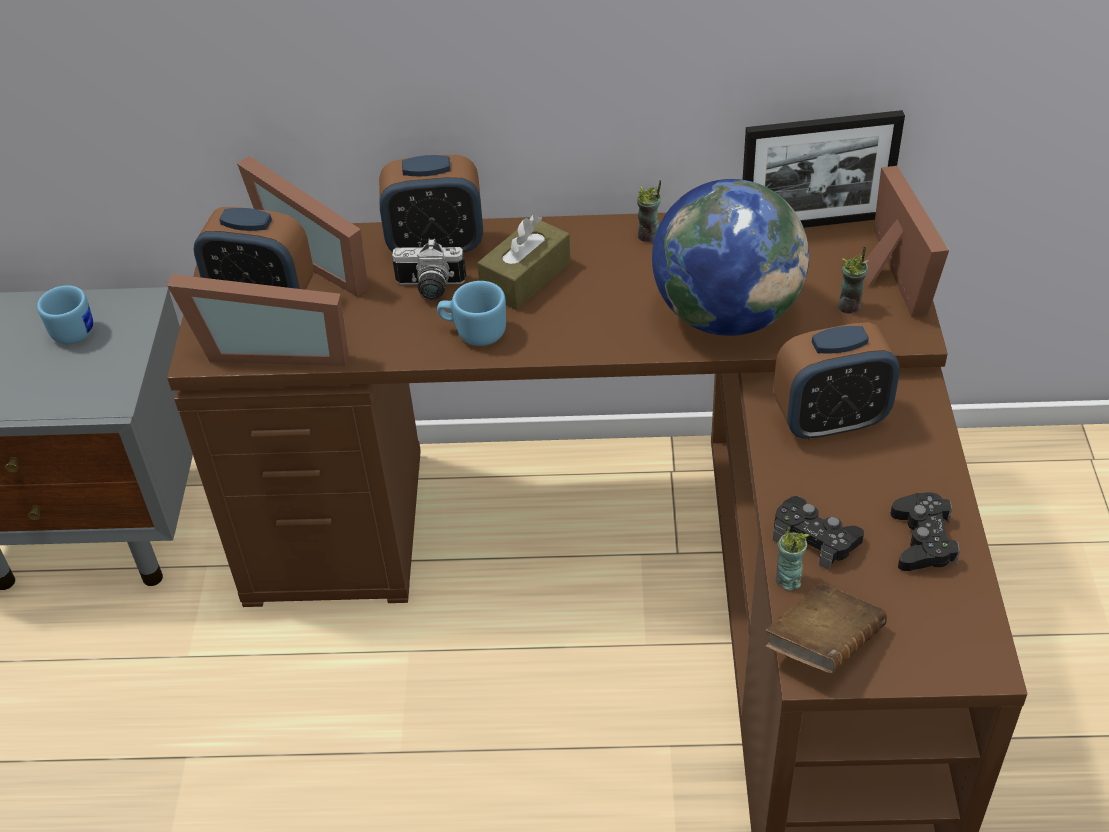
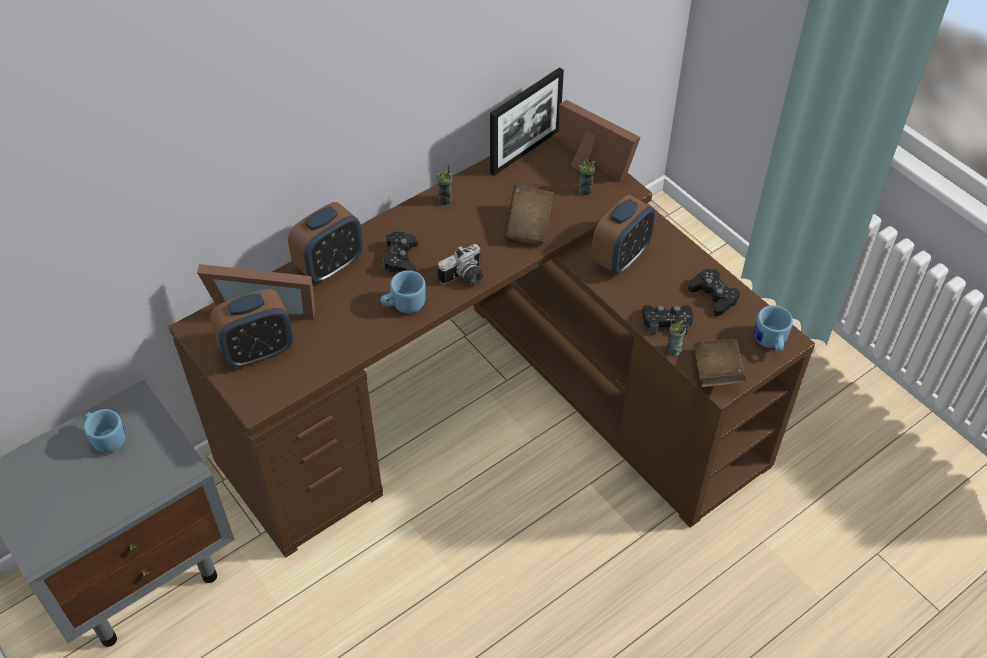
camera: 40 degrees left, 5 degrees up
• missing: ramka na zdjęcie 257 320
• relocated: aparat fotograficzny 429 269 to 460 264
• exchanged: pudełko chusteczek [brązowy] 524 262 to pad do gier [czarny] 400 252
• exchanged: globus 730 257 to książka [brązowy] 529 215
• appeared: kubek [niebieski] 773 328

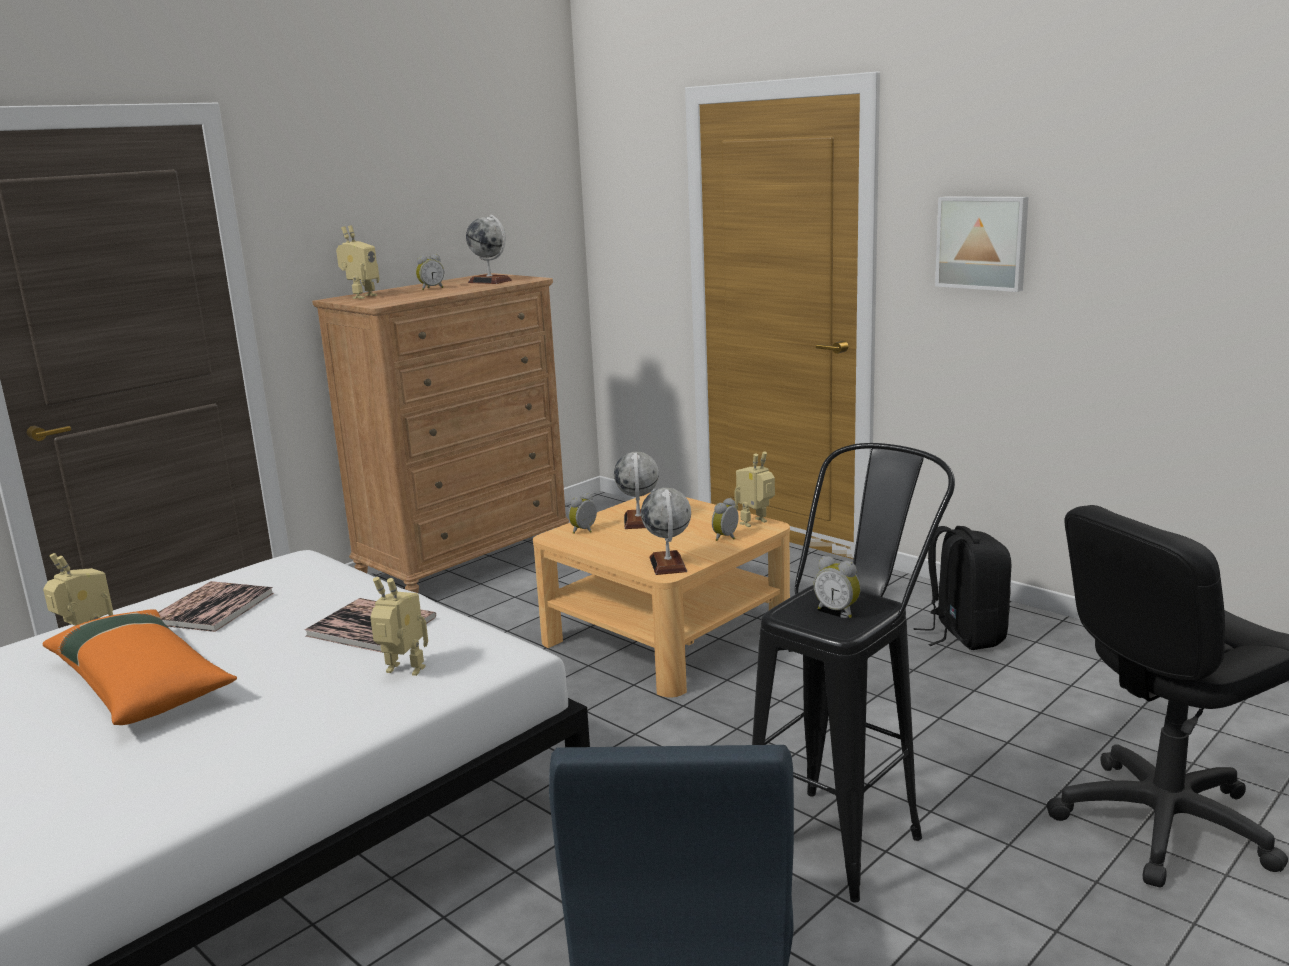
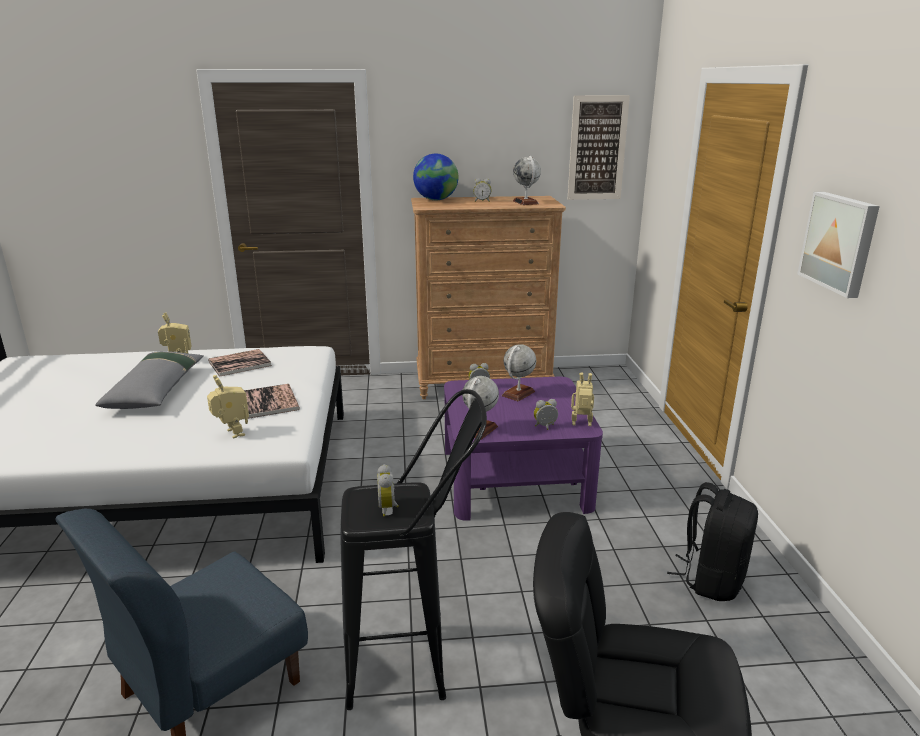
camera: 40 degrees right, 5 degrees up
• colour: poduszka [pomarańczowy] 139 667 to poduszka [szary] 149 380
• exchanged: robot zabawkowy 357 262 to globus 435 176
• colour: ława [beżowy] 661 595 to ława [fioletowy] 523 449
• appeared: obraz 599 147

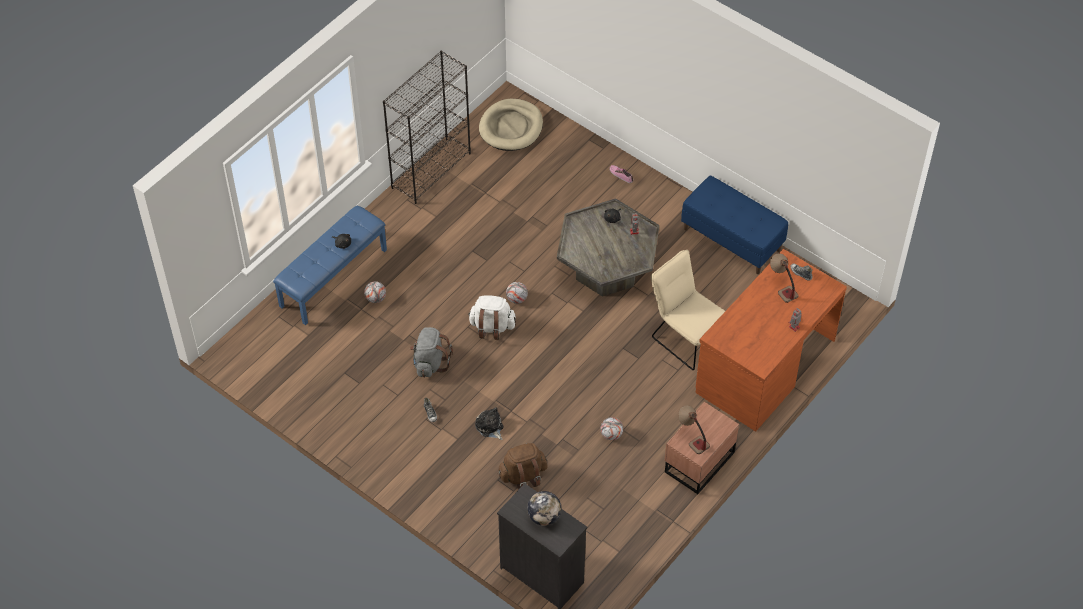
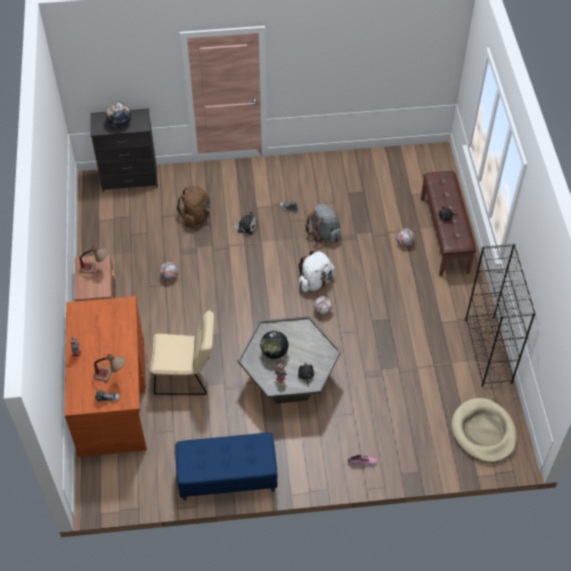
camera: 135 degrees right, 0 degrees up
• colour: ławka [niebieski] 330 265 to ławka [brązowy] 448 223
• appeared: globus 274 345

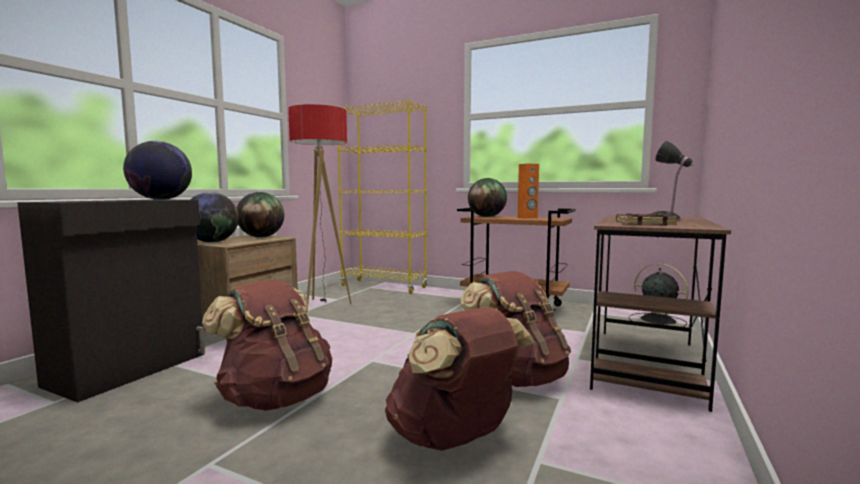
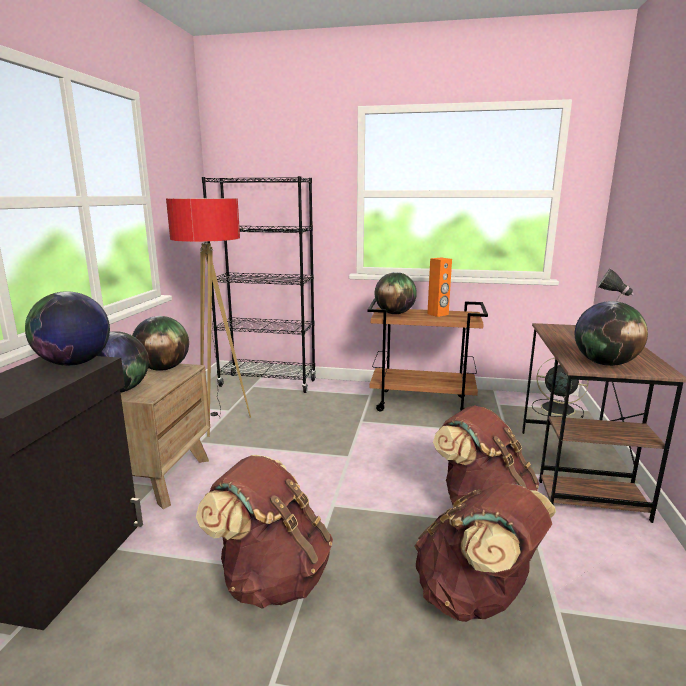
camera: 15 degrees left, 10 degrees up
• colour: regał [żółty] 382 196 to regał [czarny] 259 284
• exchanged: książka [brązowy] 646 219 to globus 611 333

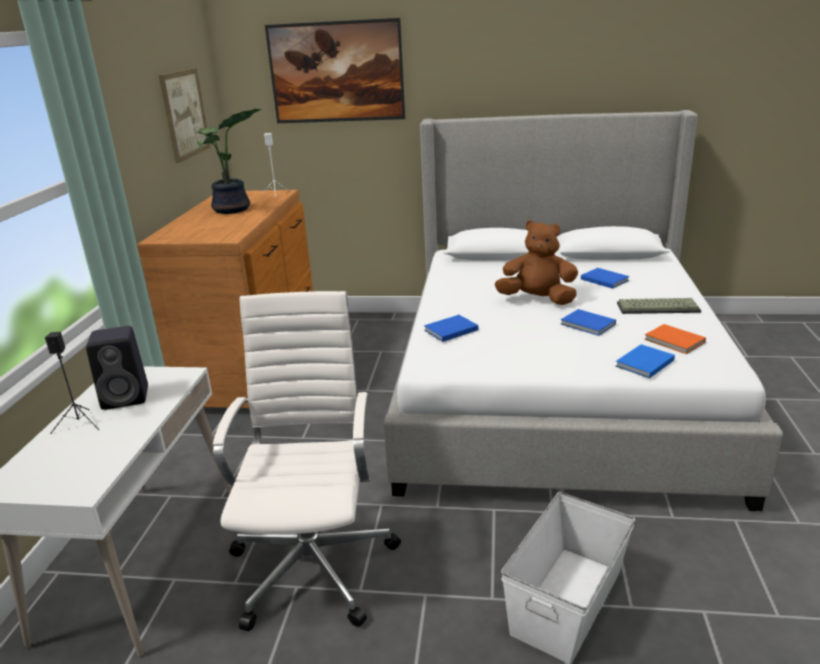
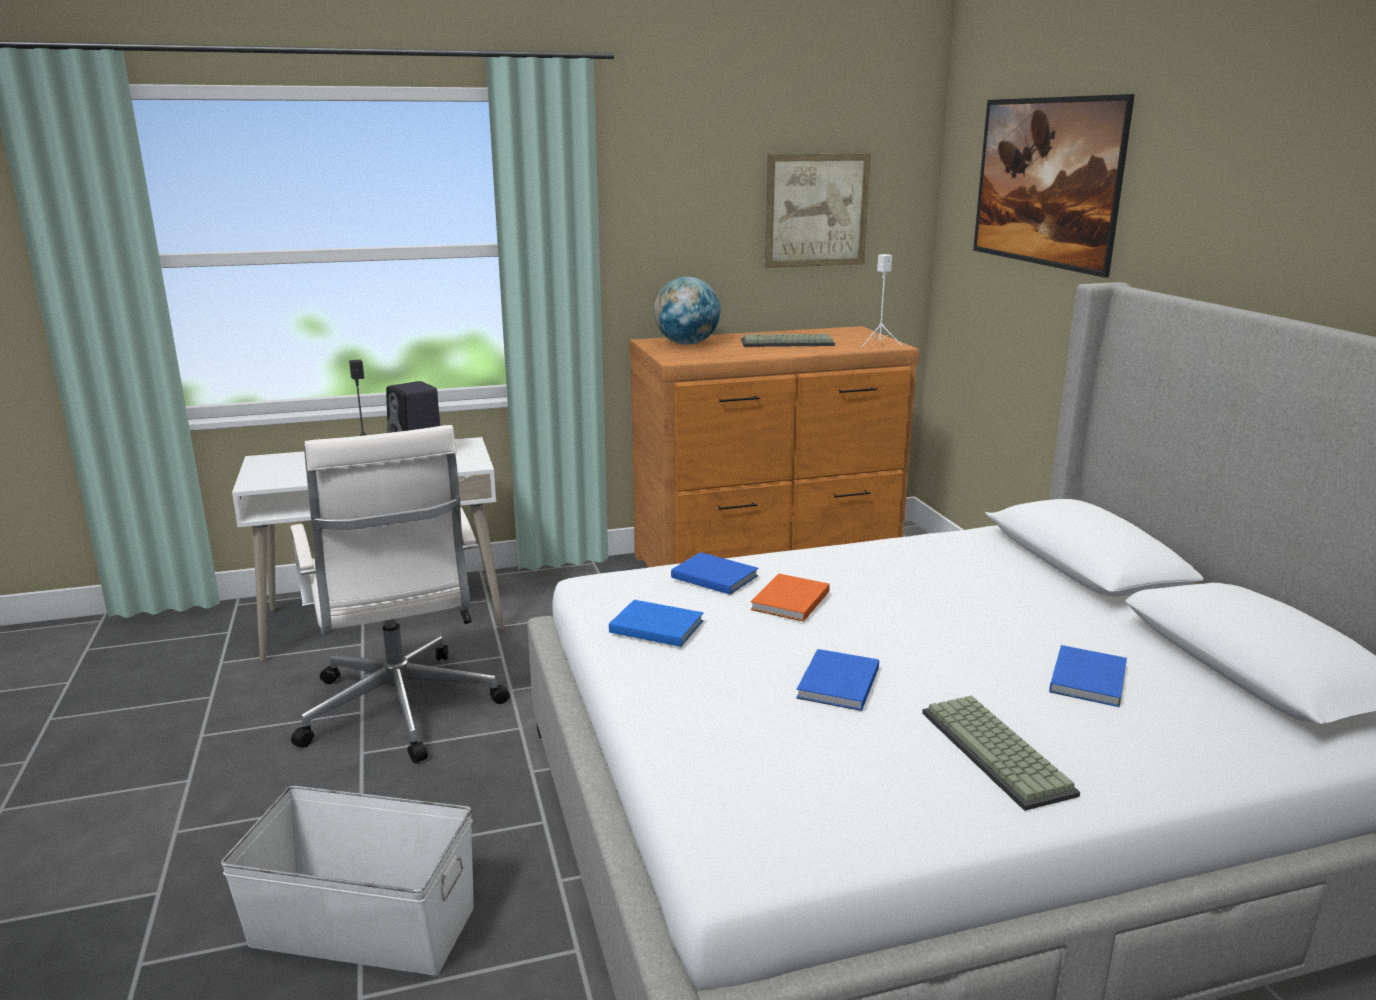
camera: 65 degrees right, 5 degrees down
• exchanged: roślina doniczkowa 228 161 to klawiatura 788 340
• spun: krzesło biurowe [biały] 307 461 = 400 594 90 degrees clockwise
• missing: pluszak [brązowy] 536 262
• relocated: książka [niebieski] 645 361 to 656 623
• relocated: książka [pomarańczowy] 675 339 to 790 598
• appeared: globus 687 311

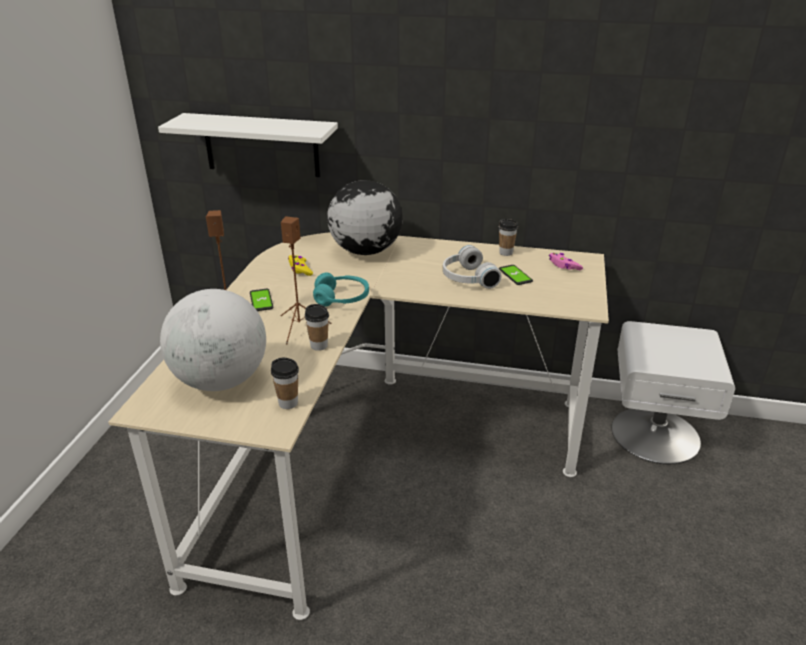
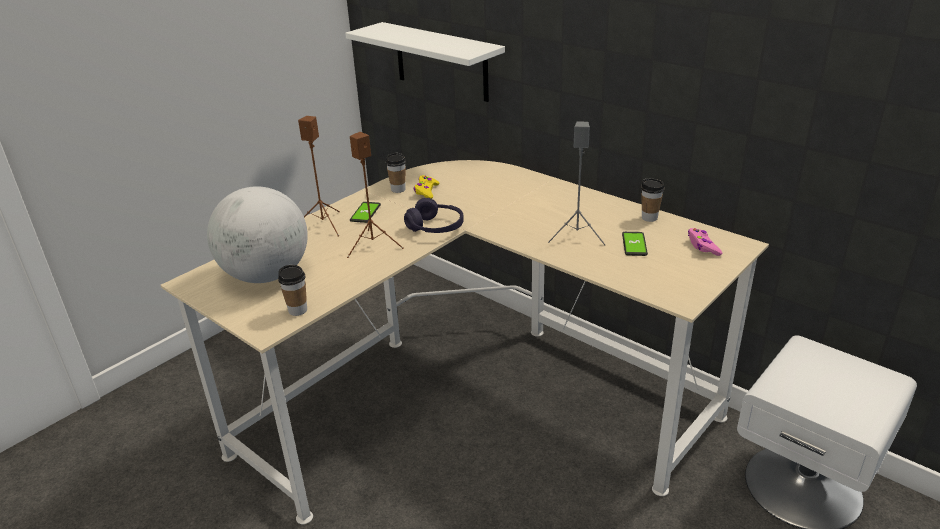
camera: 30 degrees right, 0 degrees up
• relocated: filiżanka 317 327 to 396 173
• colour: słuchawki [turkusowy] 341 289 to słuchawki [fioletowy] 434 215
• missing: globus 365 217
• exchanged: słuchawki [biały] 472 267 to głośnik [szary] 577 183

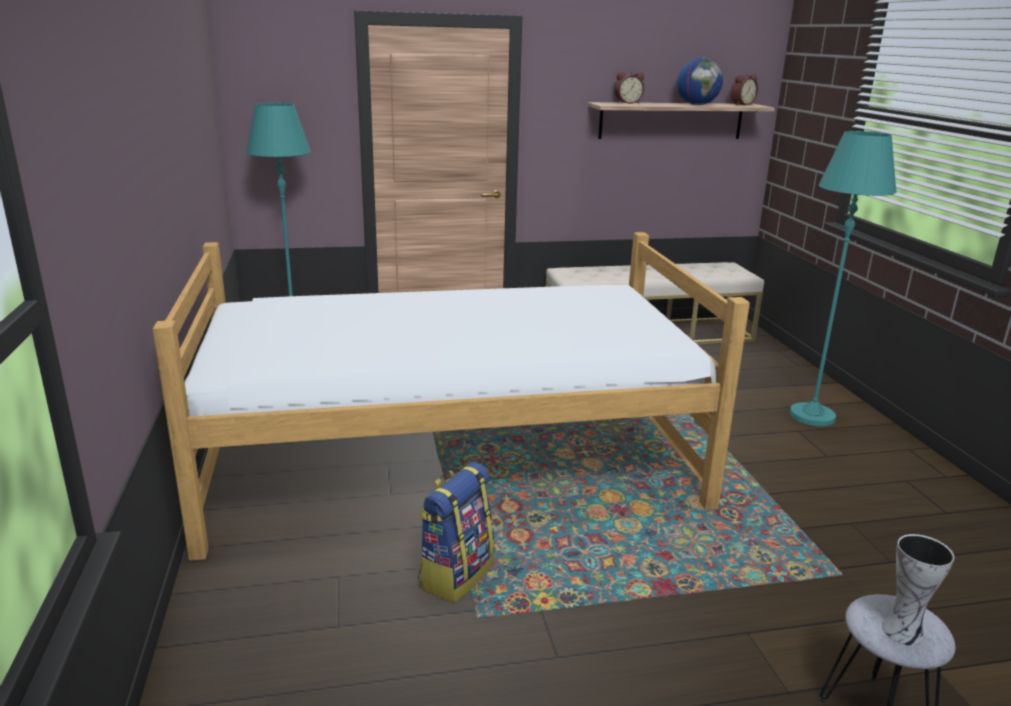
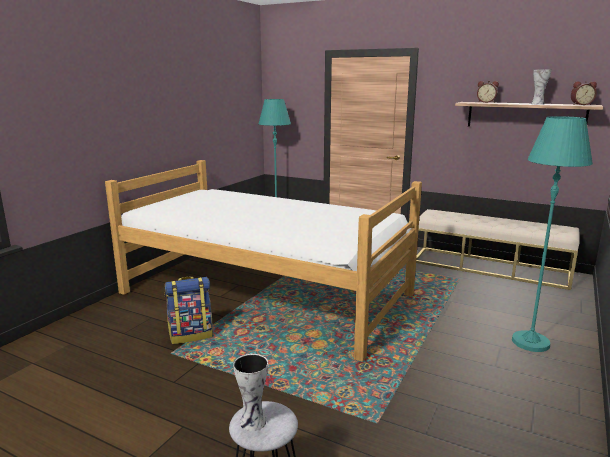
camera: 40 degrees right, 5 degrees down
• exchanged: globus 700 81 to wazon 541 87

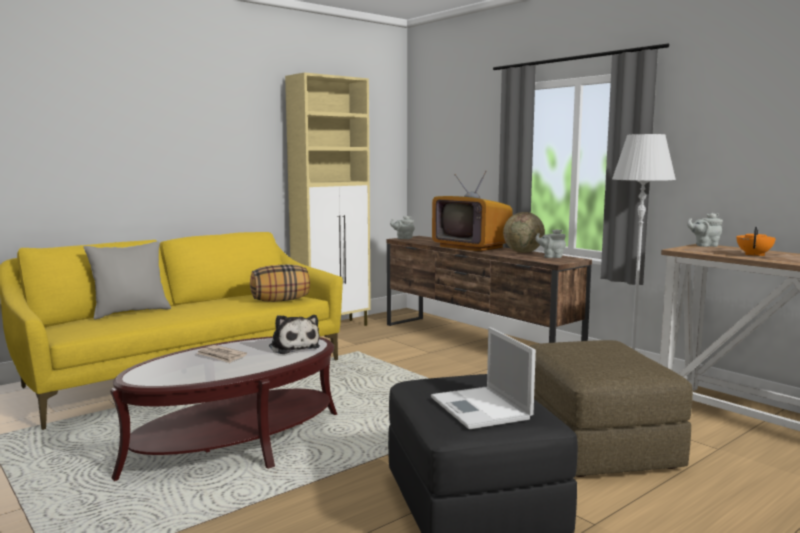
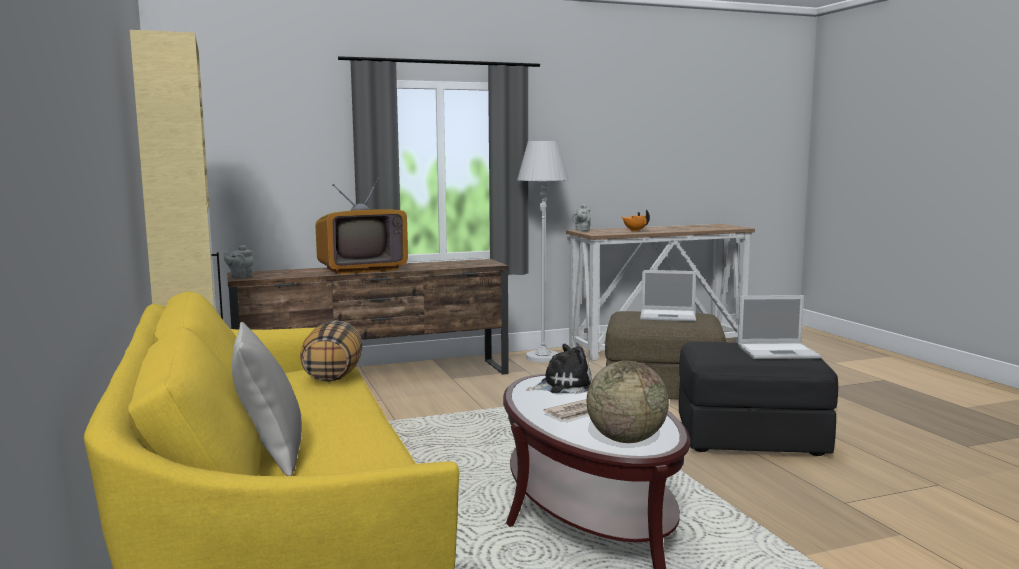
camera: 70 degrees left, 0 degrees up
• relocated: globus 524 232 to 628 402
• missing: imbryk [szary] 550 243
• appeared: laptop 668 296

